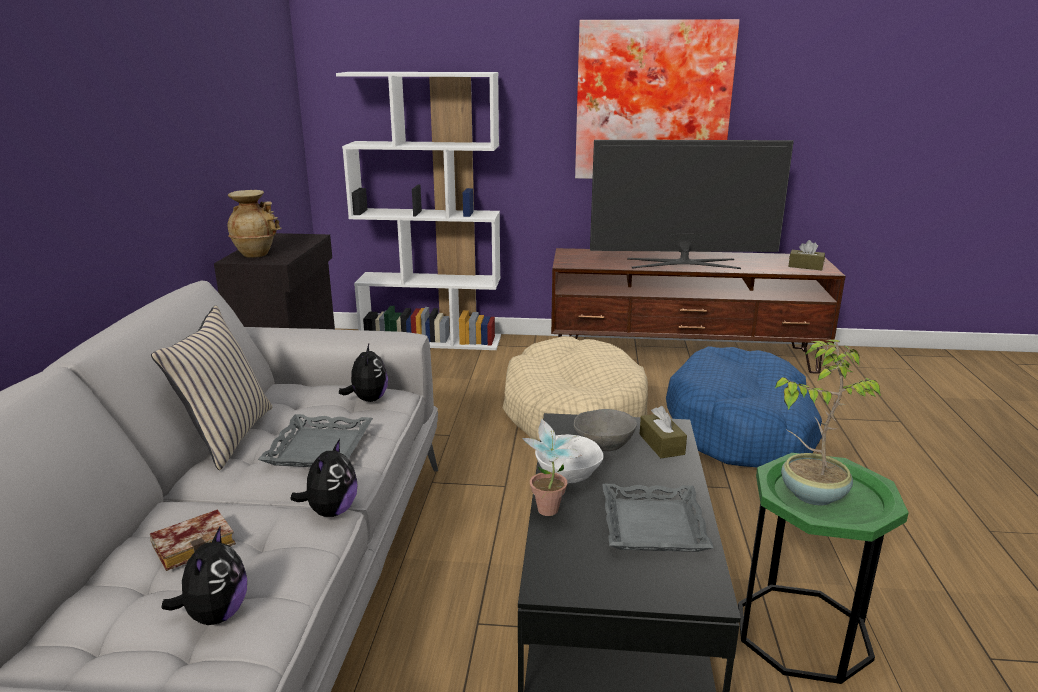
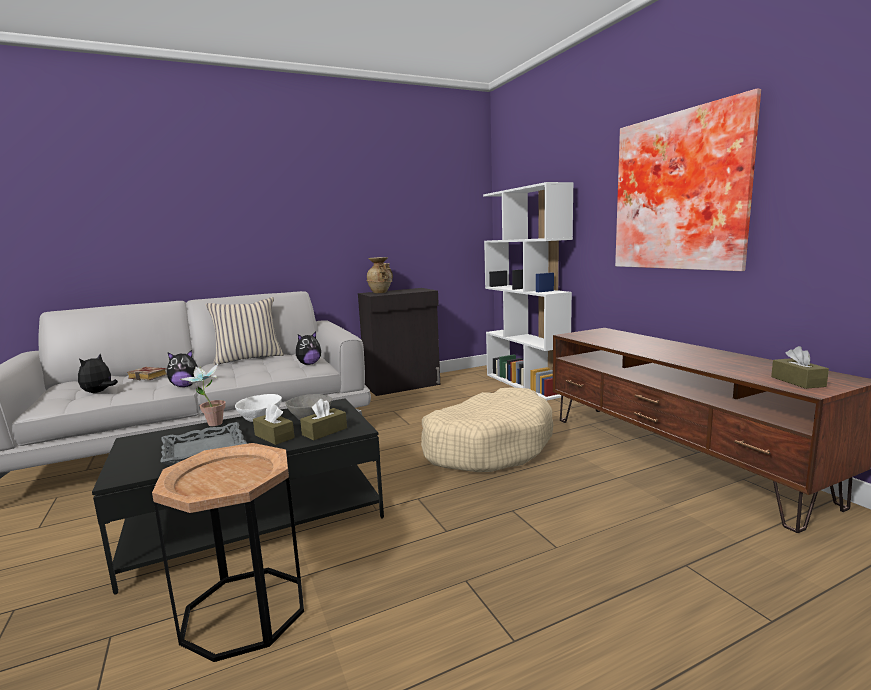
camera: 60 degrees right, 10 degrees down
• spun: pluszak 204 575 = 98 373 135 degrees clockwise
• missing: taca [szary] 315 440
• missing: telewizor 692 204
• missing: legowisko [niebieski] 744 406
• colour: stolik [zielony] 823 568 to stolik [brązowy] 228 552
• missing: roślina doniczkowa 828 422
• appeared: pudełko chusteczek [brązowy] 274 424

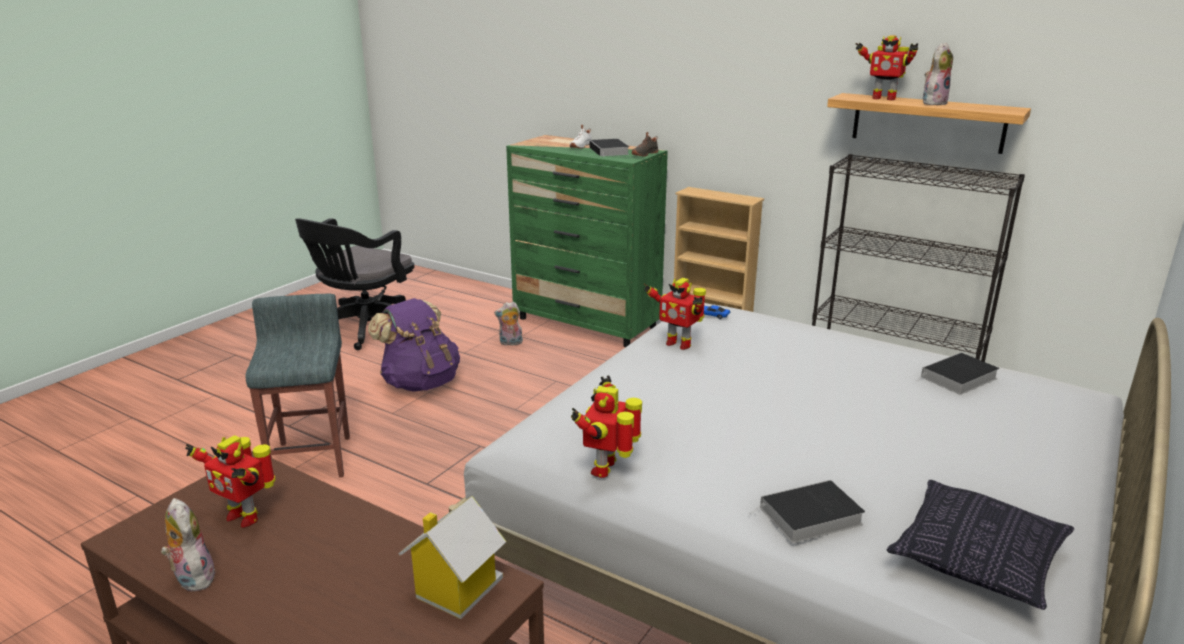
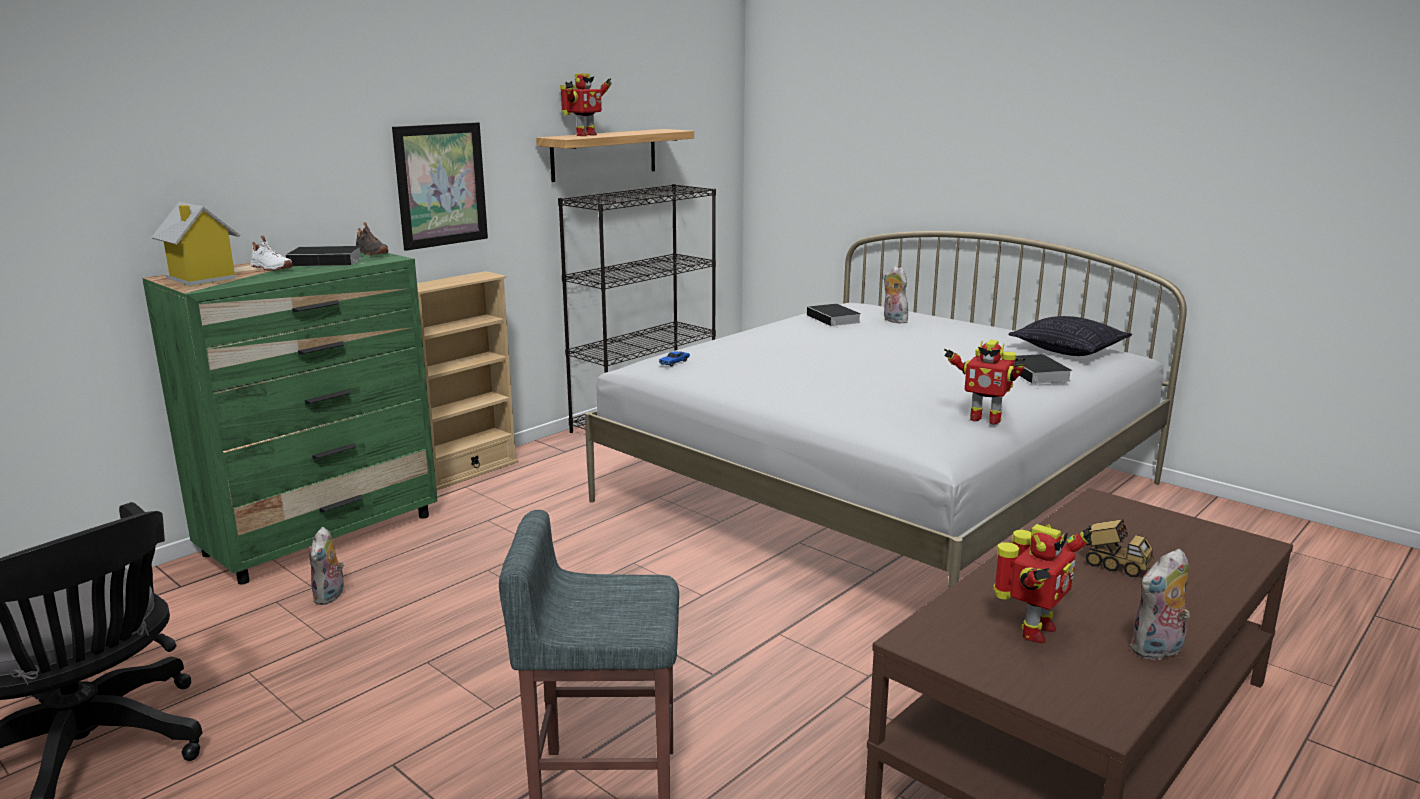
camera: 80 degrees left, 5 degrees down
• missing: plecak [fioletowy] 414 345
• relocated: domek 452 557 to 195 244
• missing: robot zabawkowy 675 314
• relocated: pluszak 938 74 to 896 294
• appeared: obraz 440 186
• appeared: ciężarówka zabawkowa 1120 548

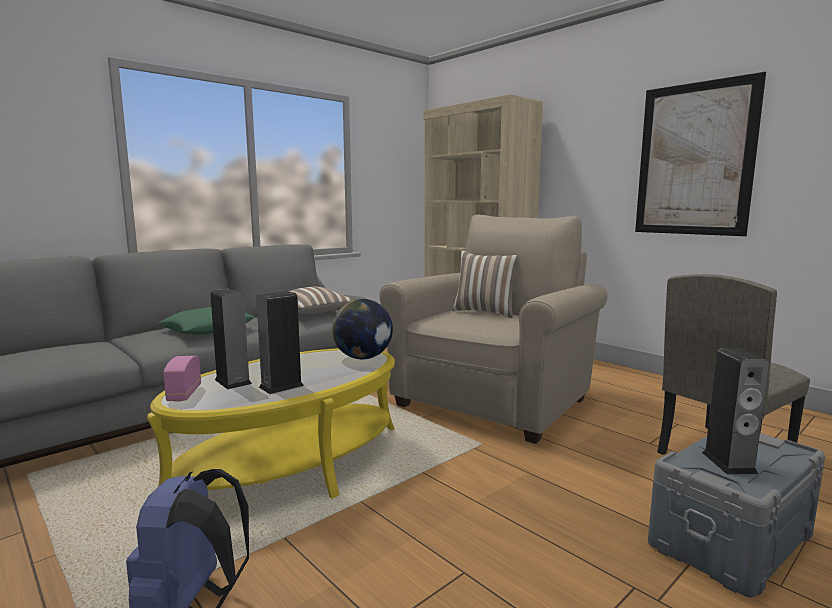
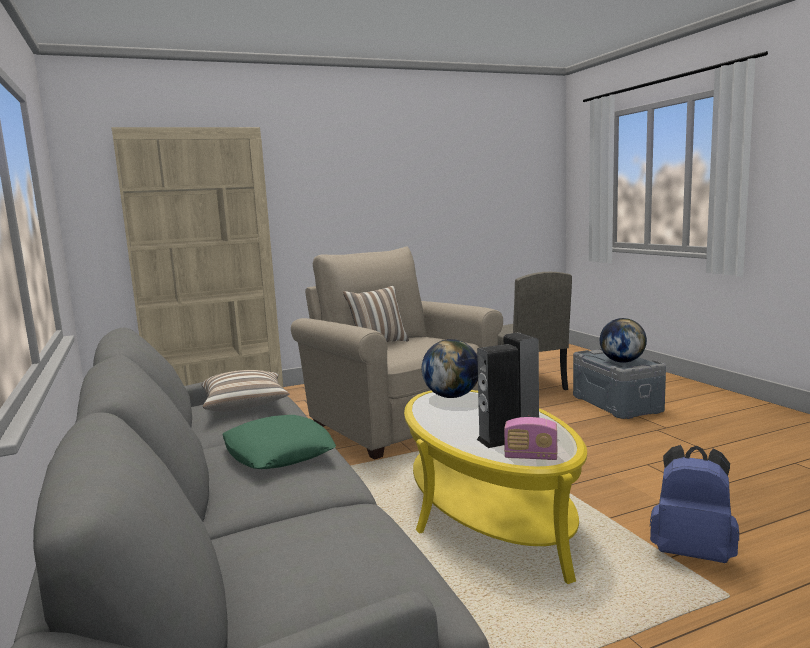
camera: 70 degrees left, 0 degrees up
• missing: obraz 700 154
• exchanged: głośnik 735 411 to globus 623 340

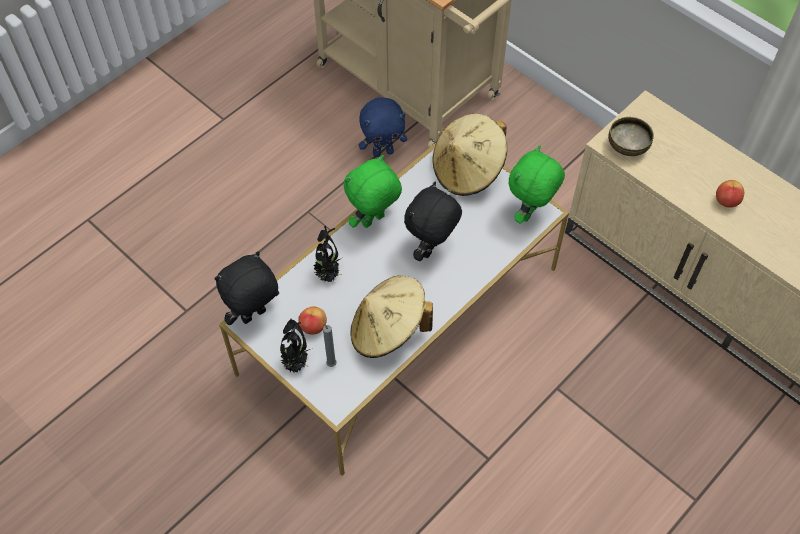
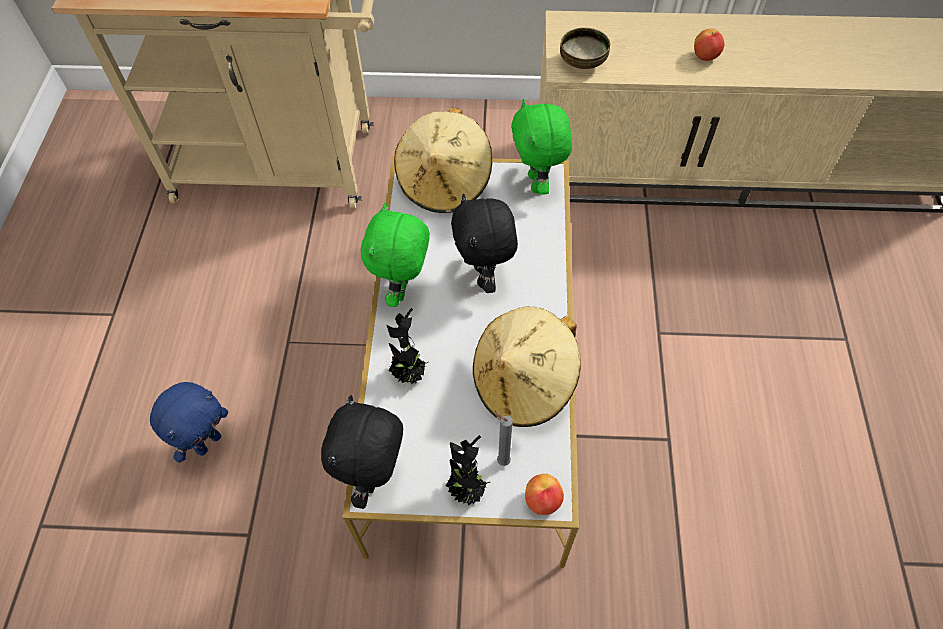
camera: 40 degrees left, 0 degrees up
• relocated: jabłko 312 320 to 544 494
• relocated: pluszak [niebieski] 383 127 to 189 422

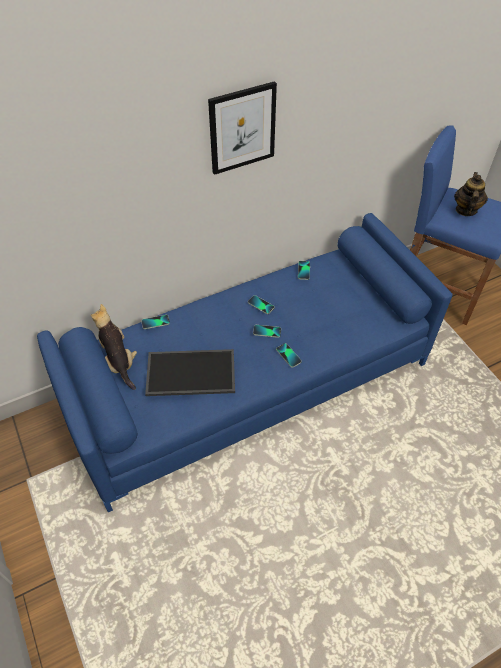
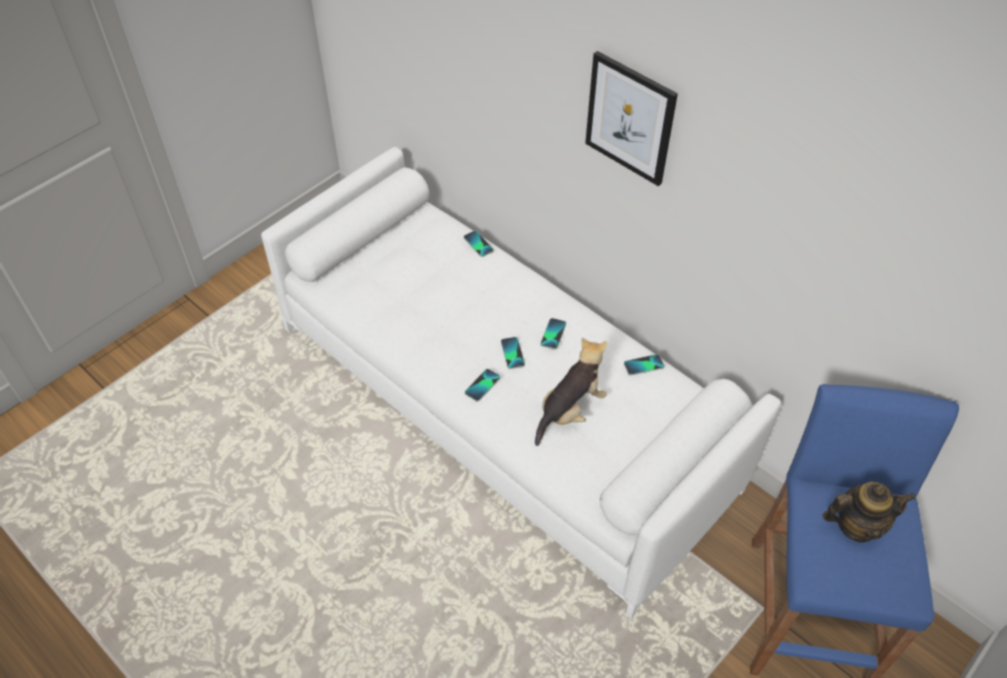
camera: 70 degrees right, 0 degrees up
• colour: kanapa [niebieski] 245 362 to kanapa [biały] 521 382
• relocated: pluszak 114 347 to 571 392
• missing: taca 190 372

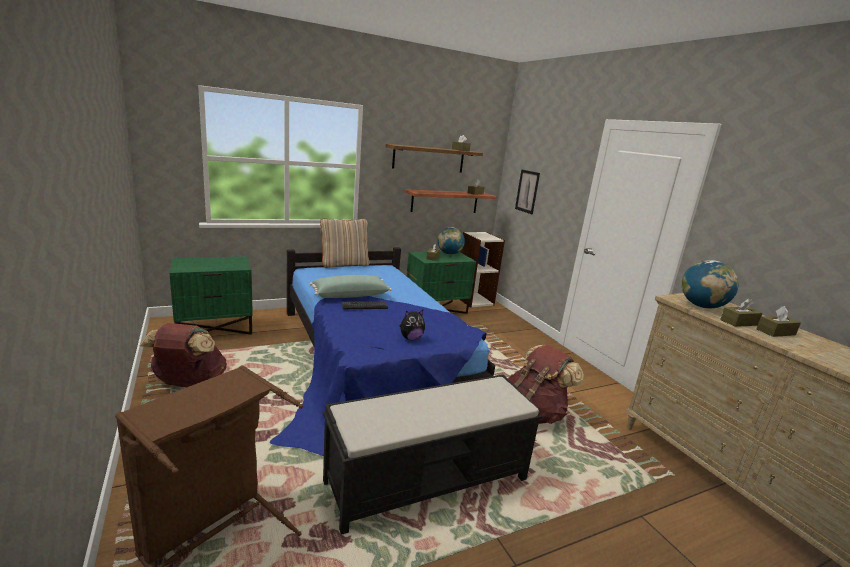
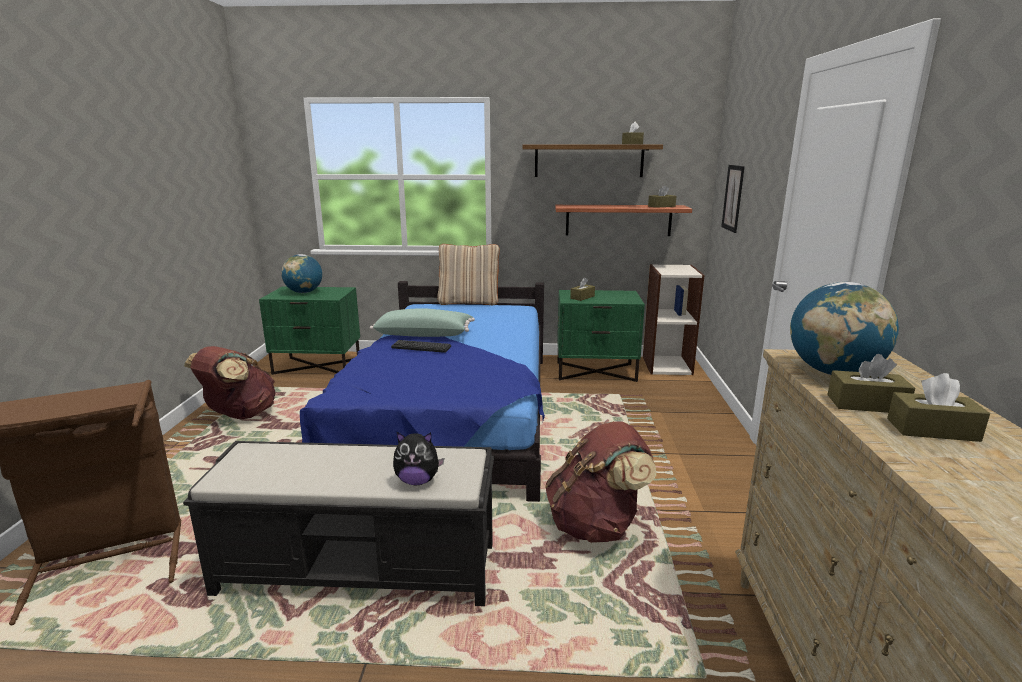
camera: 30 degrees right, 0 degrees up
• relocated: pluszak 412 325 to 418 458
• relocated: globus 451 241 to 301 273

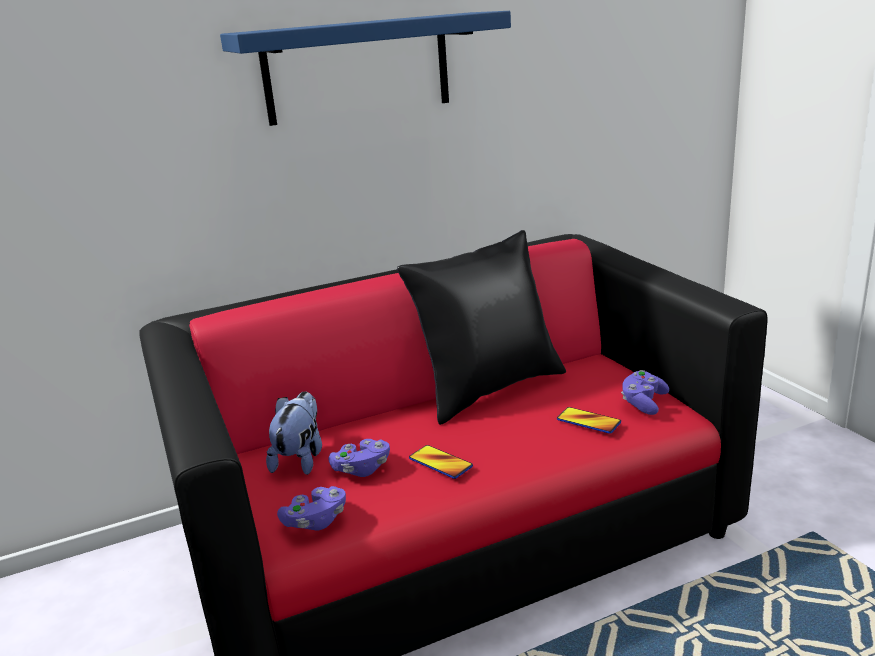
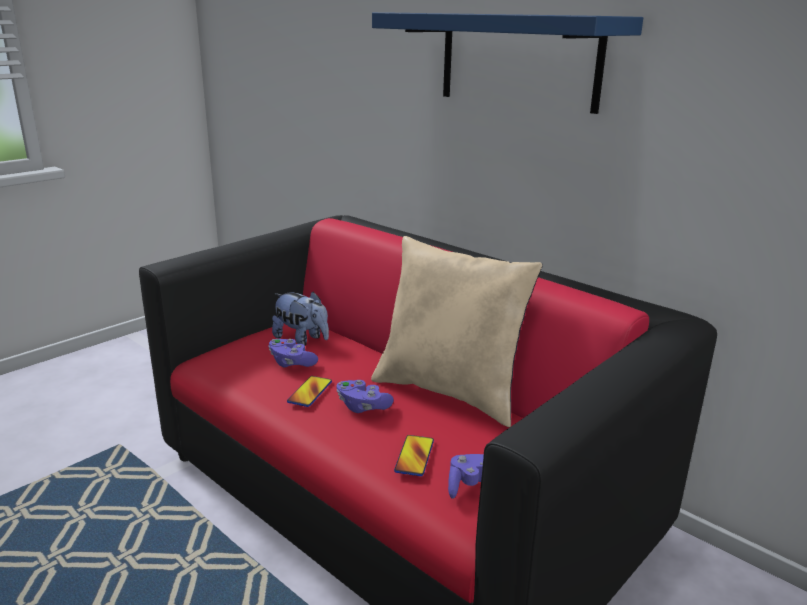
camera: 65 degrees right, 0 degrees up
• spun: pluszak 294 433 = 300 318 45 degrees clockwise
• relocated: pad do gier [fioletowy] 311 508 to 365 396
• colour: poduszka [czarny] 481 327 to poduszka [beżowy] 457 331

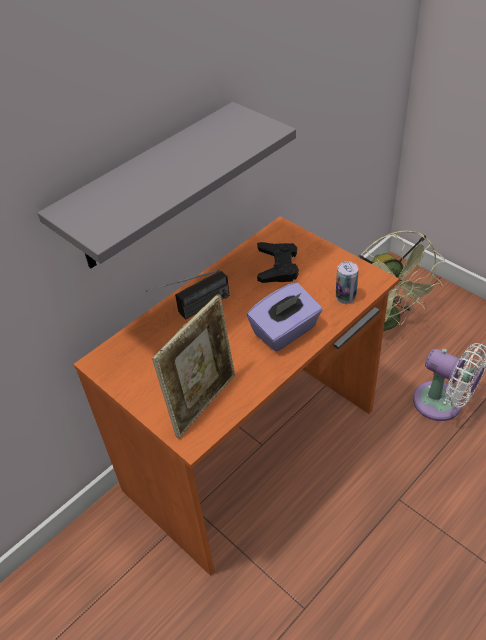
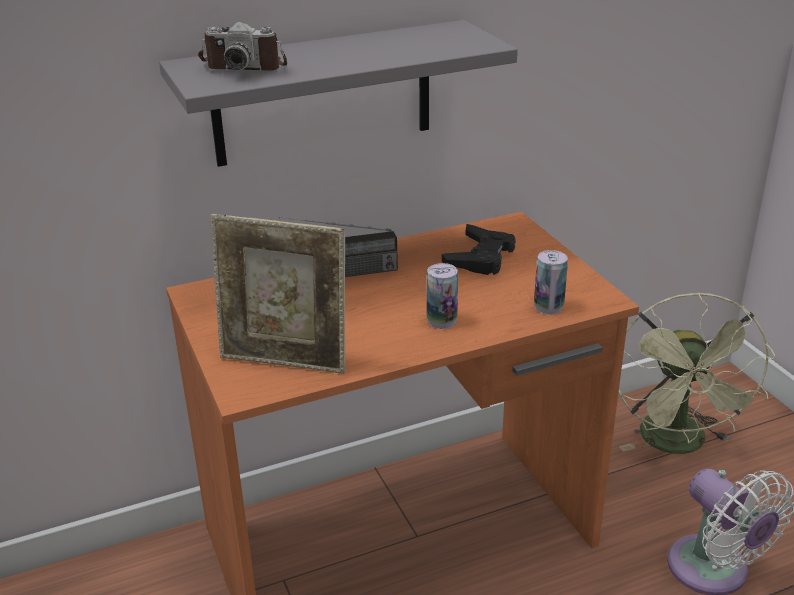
camera: 20 degrees right, 15 degrees down
• spun: ramka na zdjęcie 193 366 = 277 294 45 degrees clockwise
• exchanged: pudełko chusteczek [fioletowy] 284 316 to puszka 442 296
• appeared: aparat fotograficzny 242 46

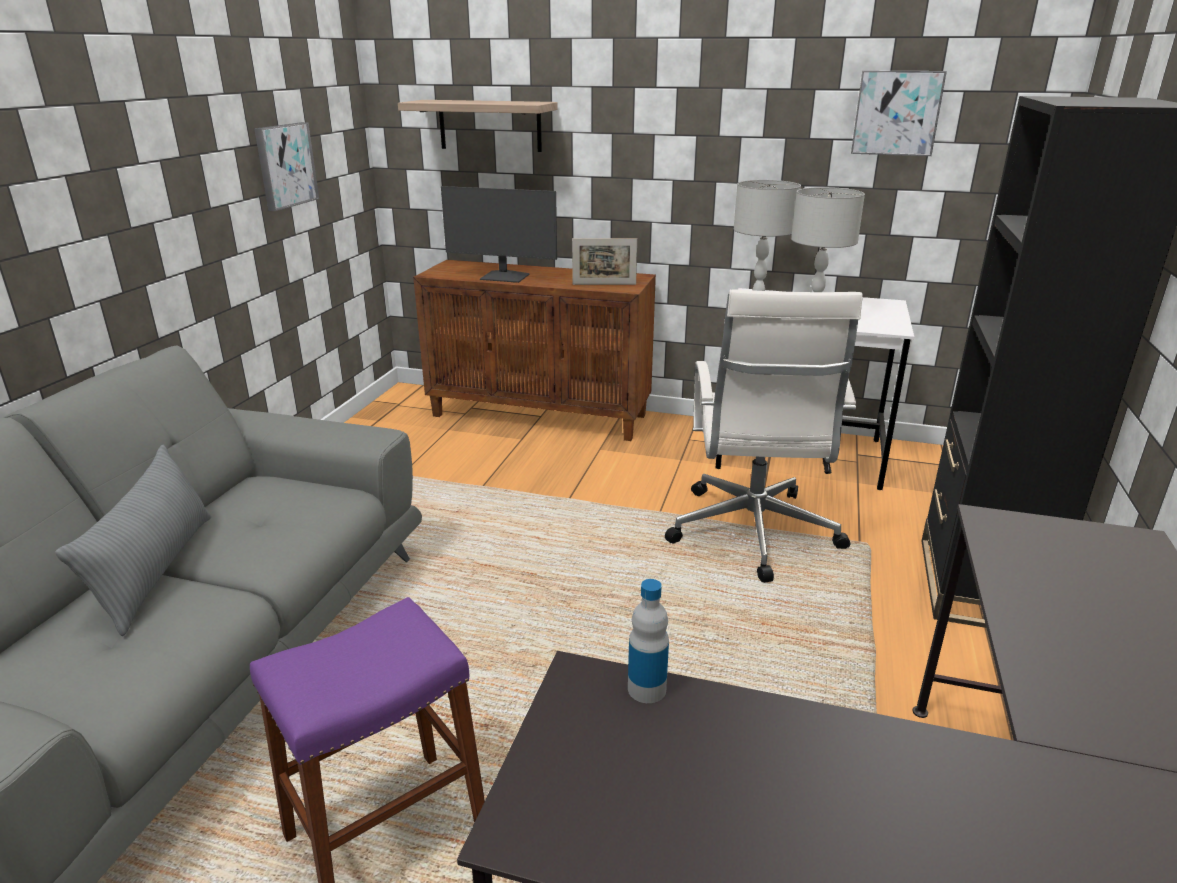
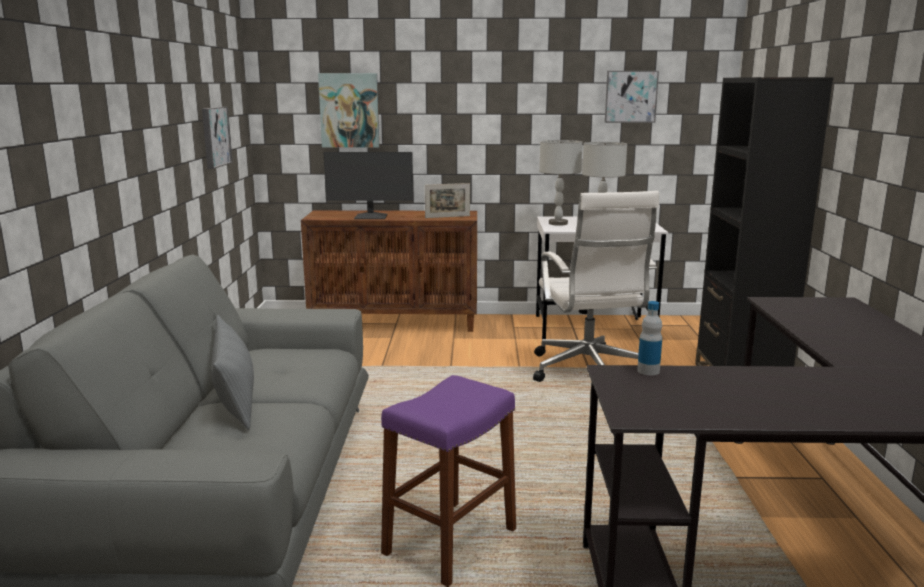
camera: 15 degrees left, 10 degrees down
• exchanged: półka 478 126 to obraz 348 110

